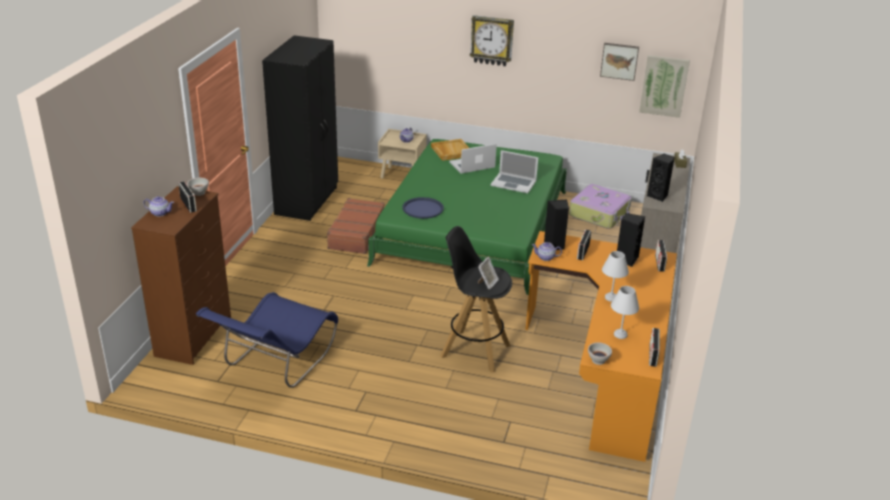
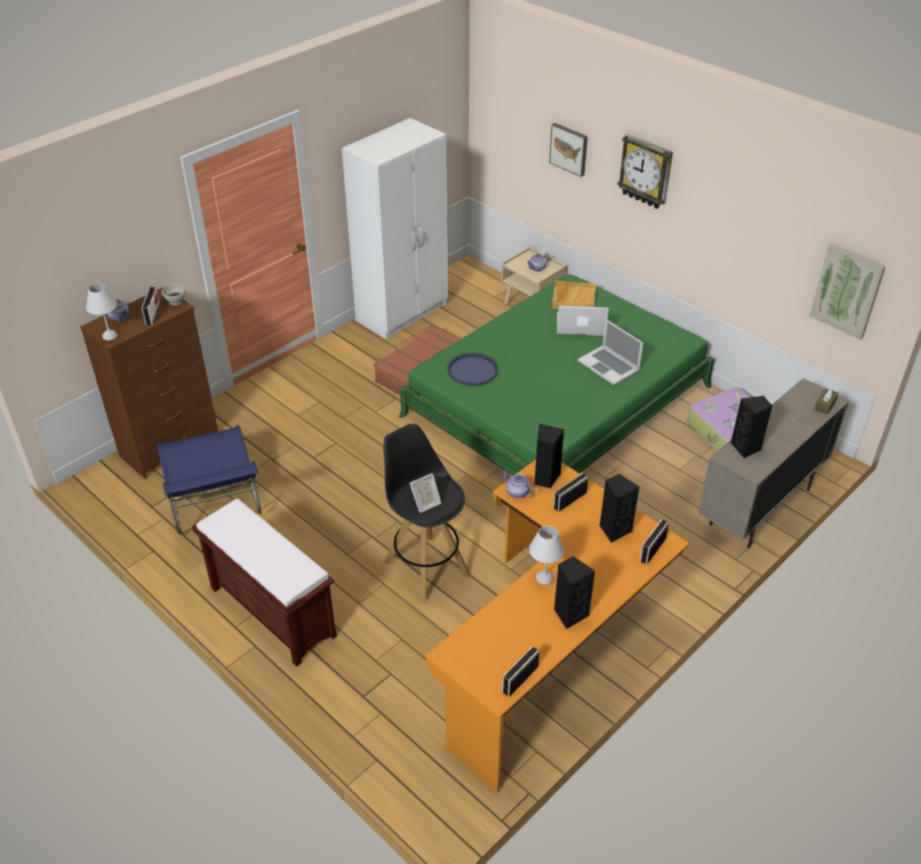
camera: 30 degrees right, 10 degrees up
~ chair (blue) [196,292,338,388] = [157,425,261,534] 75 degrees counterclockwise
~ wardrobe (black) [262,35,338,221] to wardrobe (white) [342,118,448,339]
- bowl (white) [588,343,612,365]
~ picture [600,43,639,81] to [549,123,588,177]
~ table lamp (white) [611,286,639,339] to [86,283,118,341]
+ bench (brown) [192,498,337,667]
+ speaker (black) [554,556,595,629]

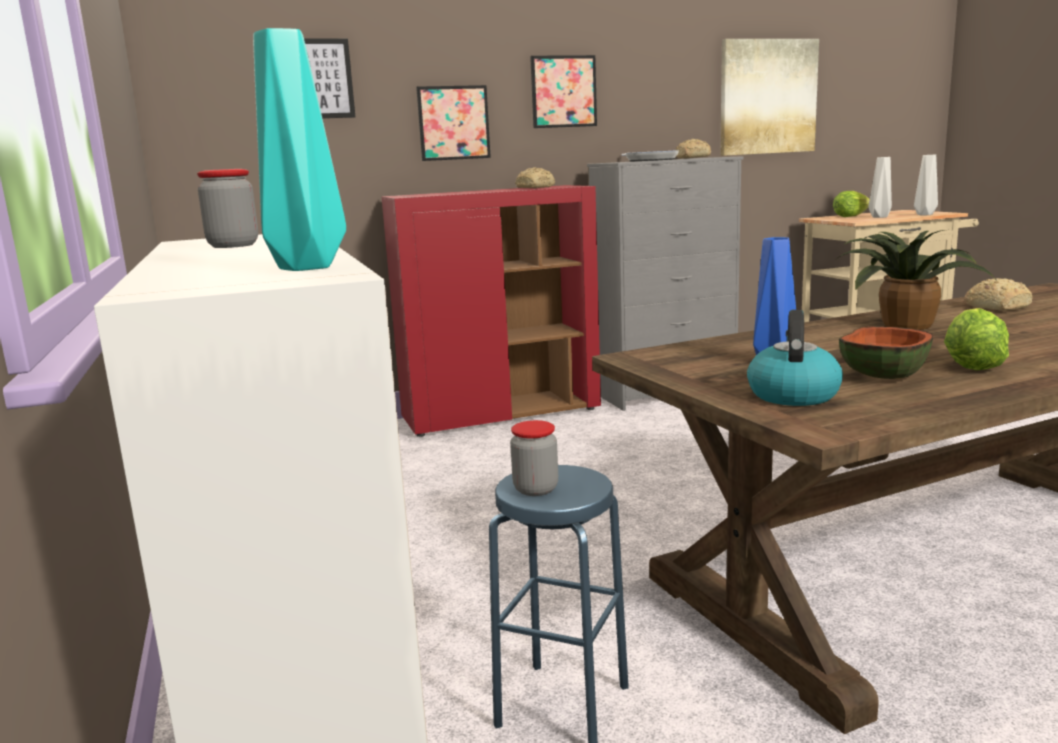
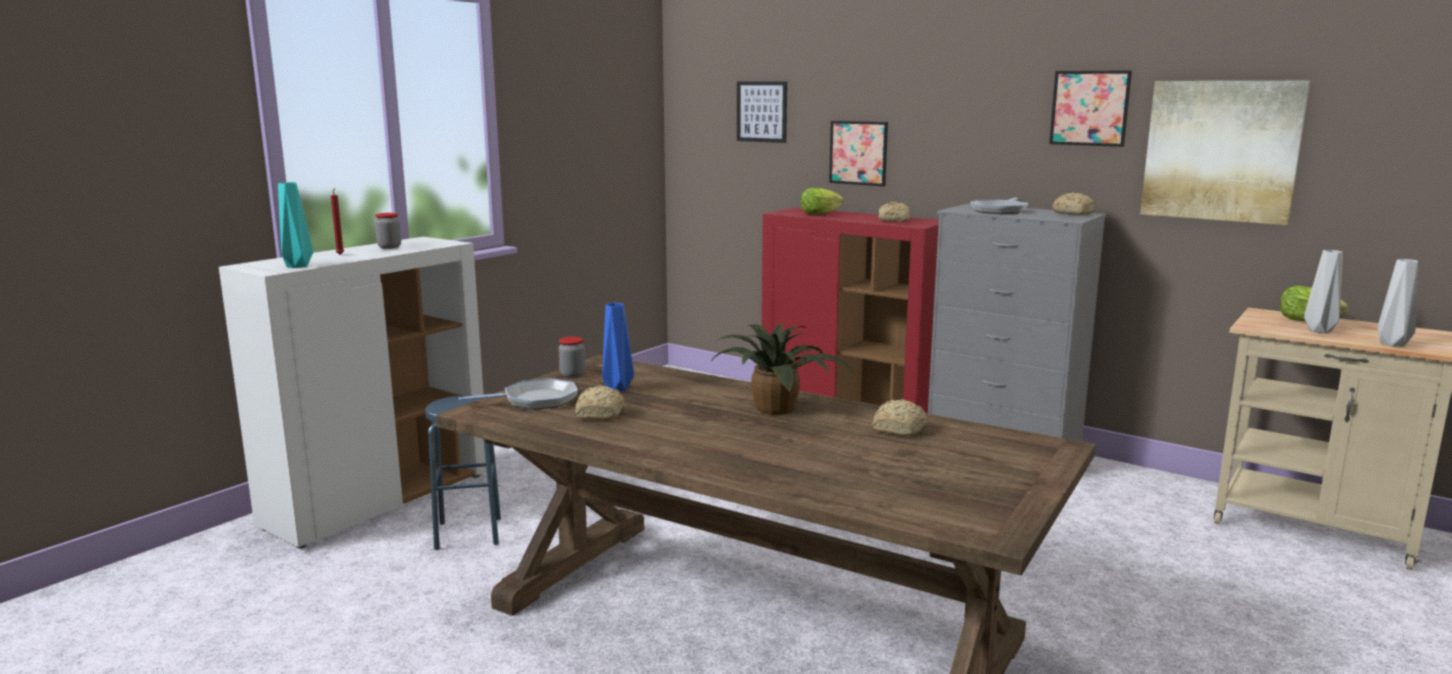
camera: 55 degrees right, 0 degrees up
~ jar [510,420,558,496] to [558,337,586,378]
~ picture [530,55,597,128] to [1049,70,1132,147]
~ kettle [747,310,843,406] to frying pan [459,378,578,410]
~ bowl [839,326,934,379] to bread [575,386,624,420]
~ lettuce [944,308,1009,370] to [801,188,844,215]
+ candle (red) [331,188,344,255]

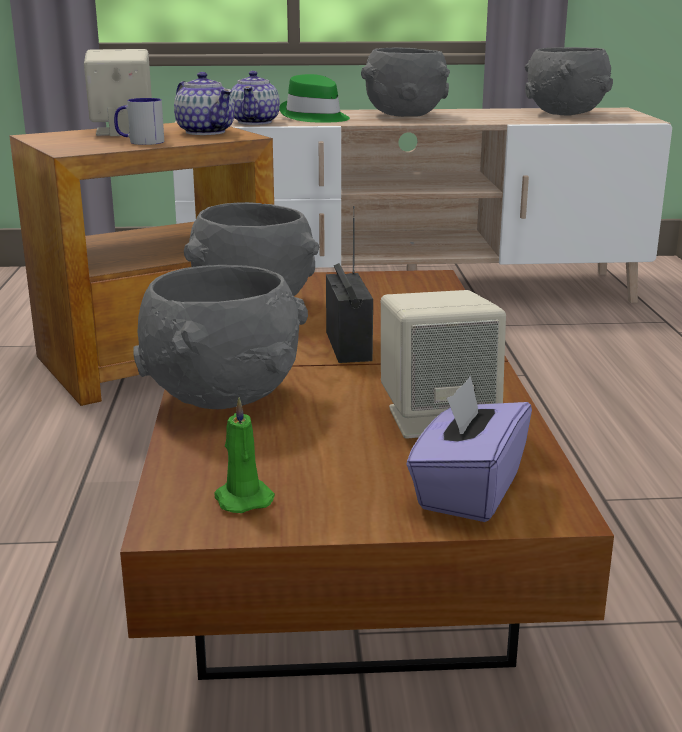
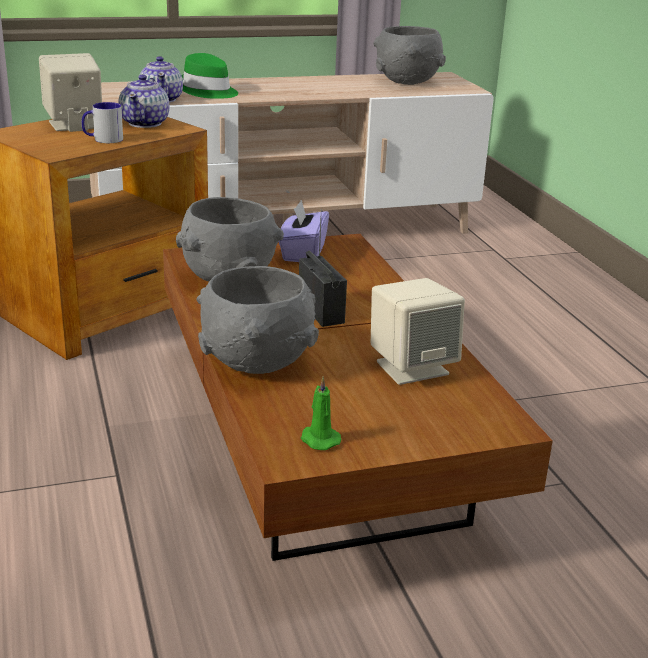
camera: 15 degrees left, 5 degrees up
~ teapot [174,72,235,135] = [118,74,169,128] 60 degrees clockwise
- bowl (grey) [361,48,450,117]
~ tissue box (purple) [407,376,532,522] to [279,200,329,262]

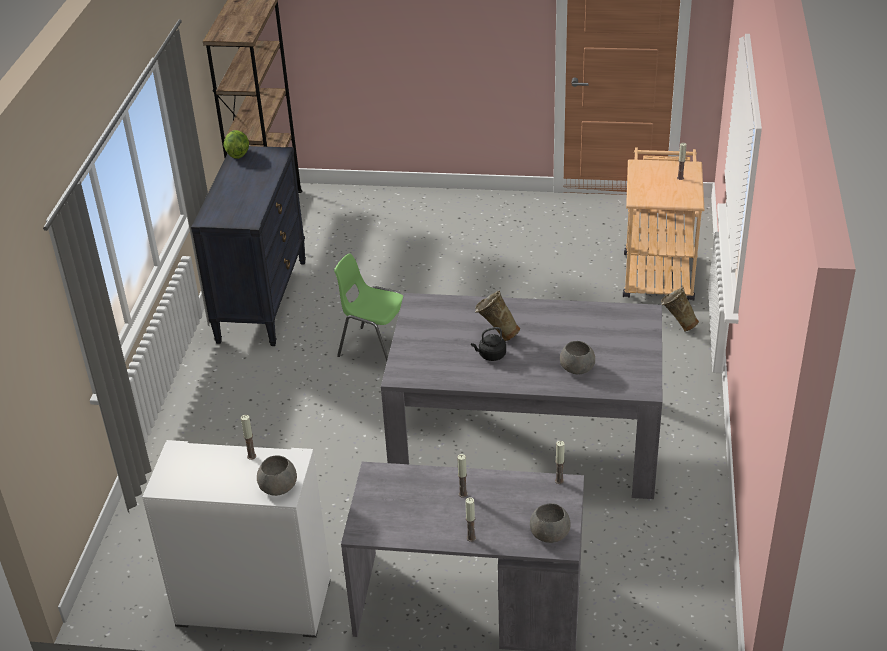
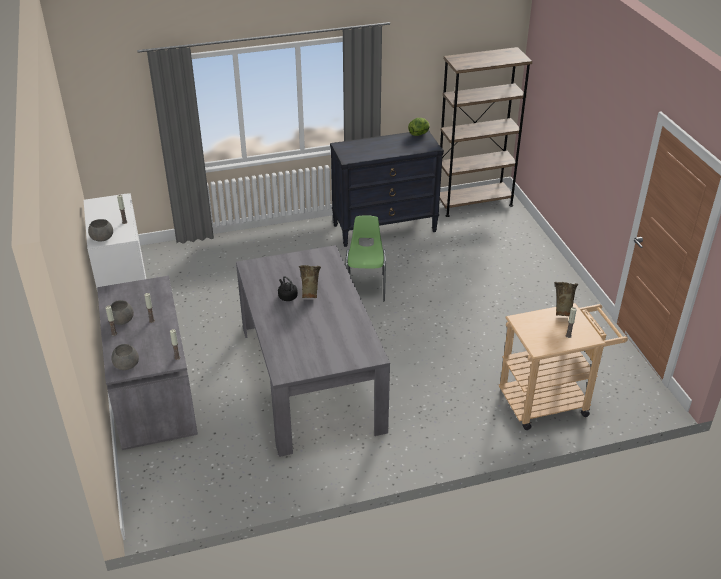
camera: 65 degrees right, 0 degrees up
~ bowl (grey) [560,341,595,375] to [111,300,134,325]
~ vase (beige) [661,287,699,331] to [554,282,578,316]

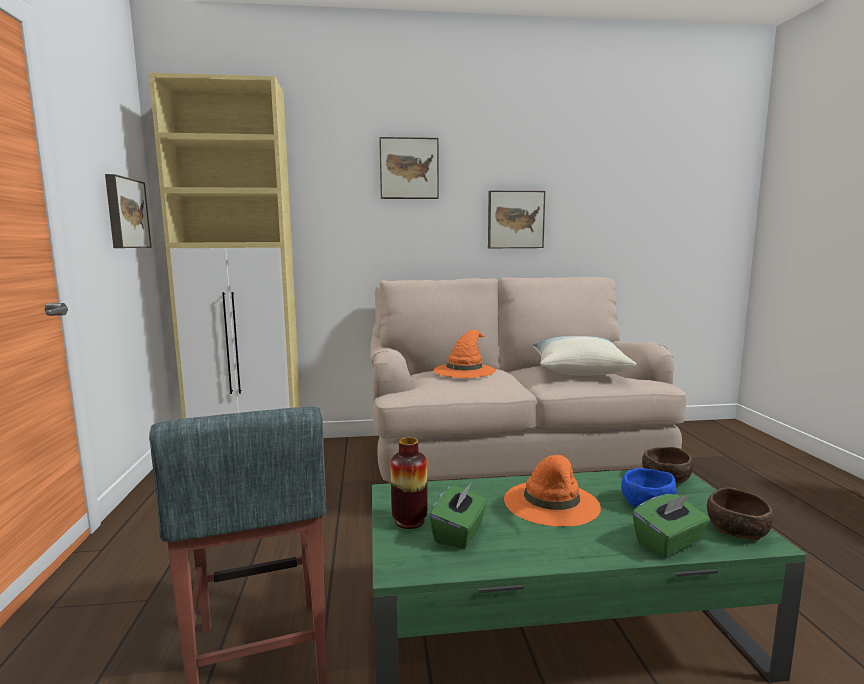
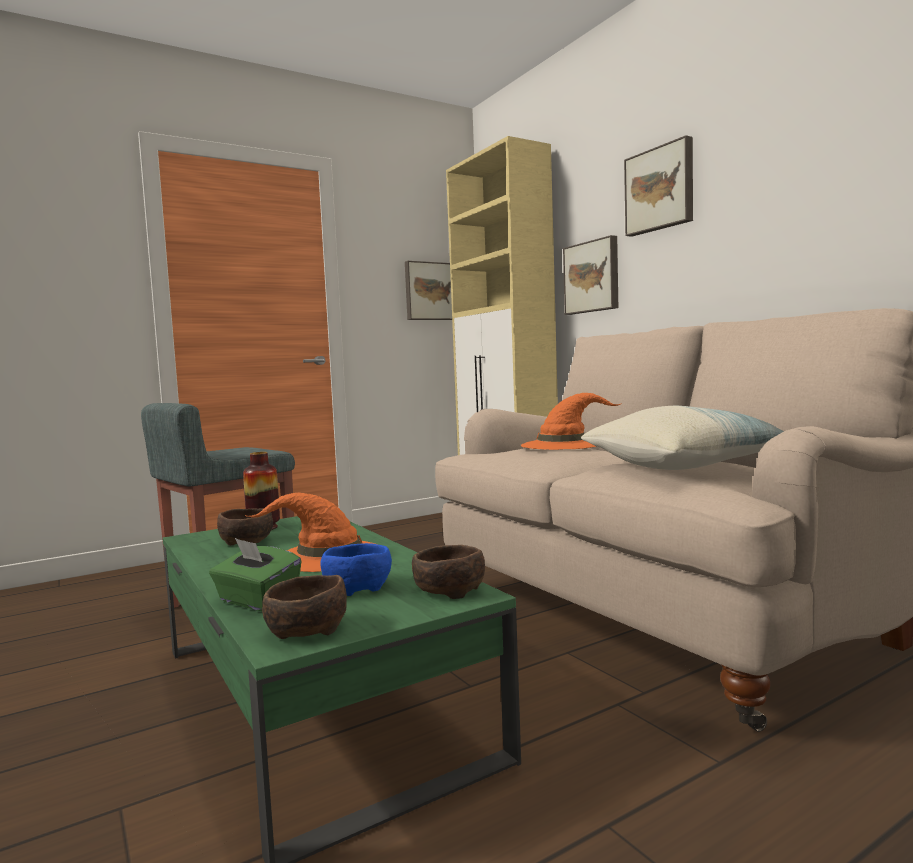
camera: 65 degrees right, 5 degrees down
~ tissue box (green) [429,482,488,549] to bowl (brown) [217,508,273,546]
~ picture [488,191,545,248] to [563,235,618,315]

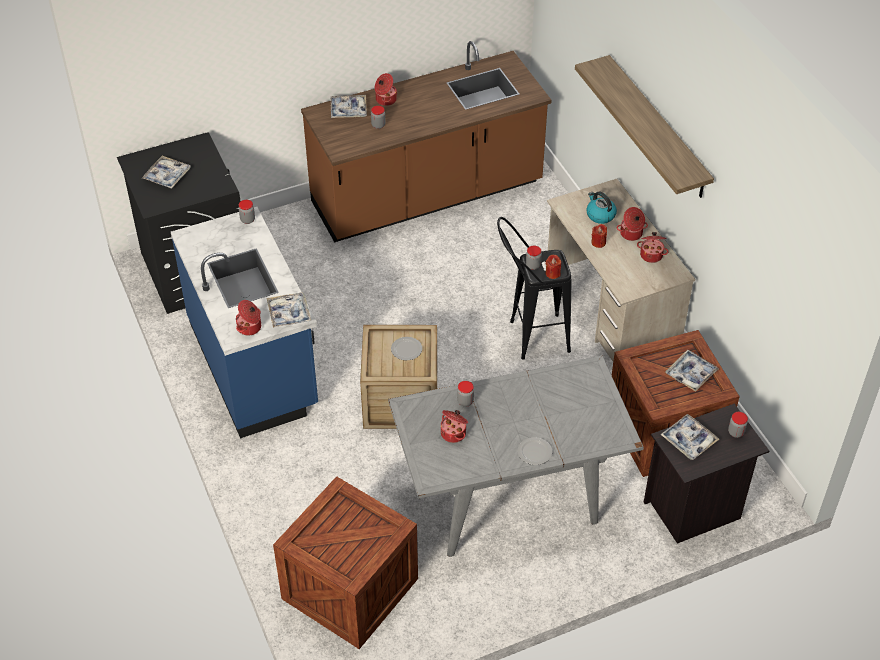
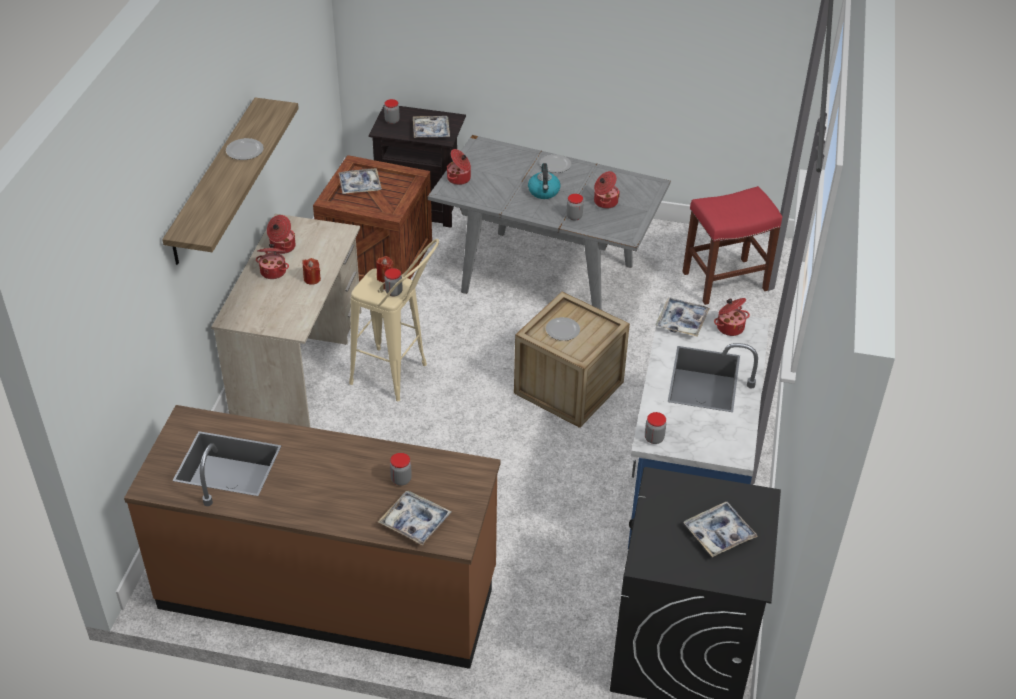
camera: 145 degrees left, 5 degrees down
~ crate [273,476,418,649] to stool (red) [682,186,783,305]
~ cooking pot [375,73,397,106] to [447,149,471,185]
~ stool (black) [497,217,572,360] to stool (beige) [349,239,439,401]
~ kettle [587,191,617,224] to [528,163,560,199]
+ plate [226,138,264,160]

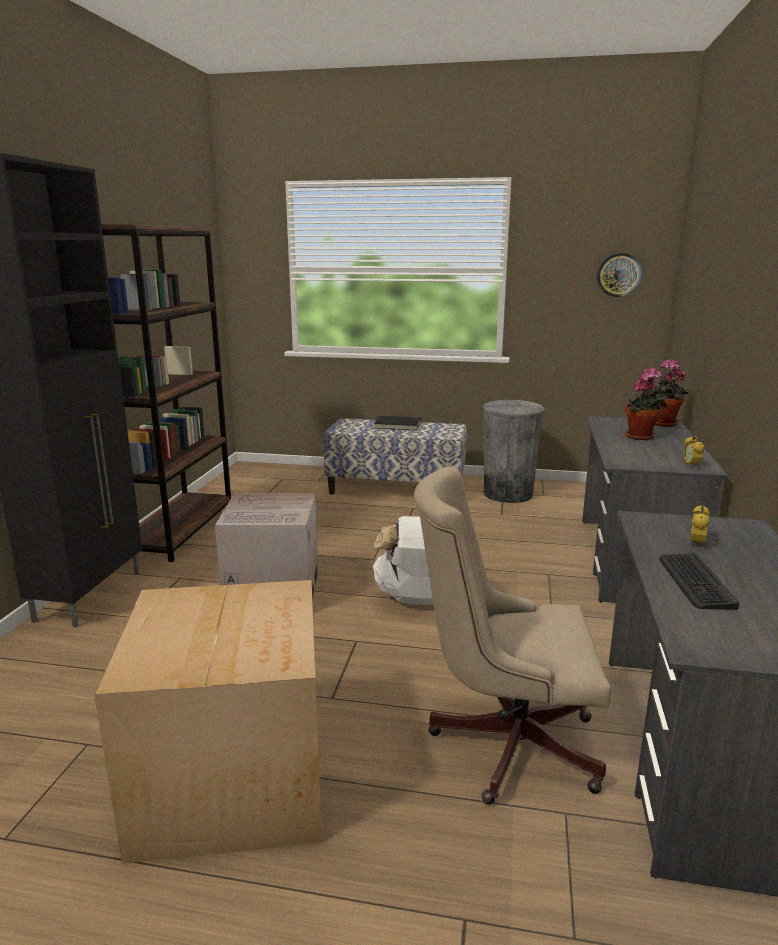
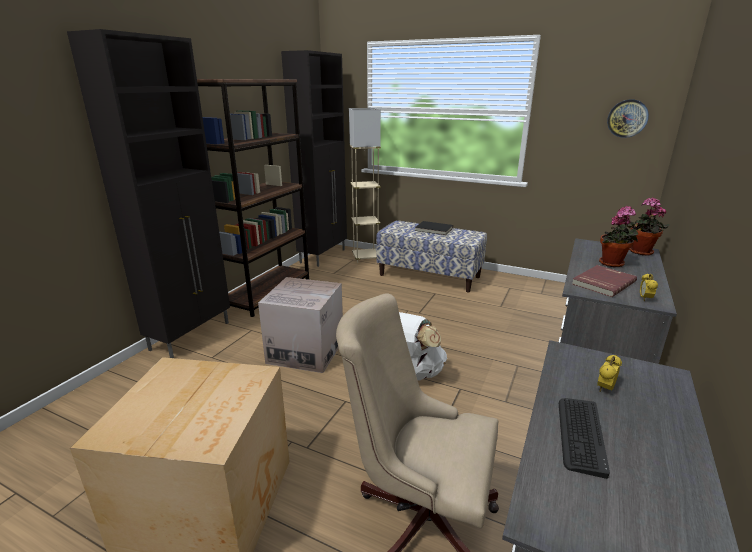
camera: 15 degrees right, 5 degrees up
- trash can (grey) [482,400,544,503]
+ cabinet (black) [281,50,347,267]
+ floor lamp (beige) [349,108,381,263]
+ book (red) [572,265,637,297]

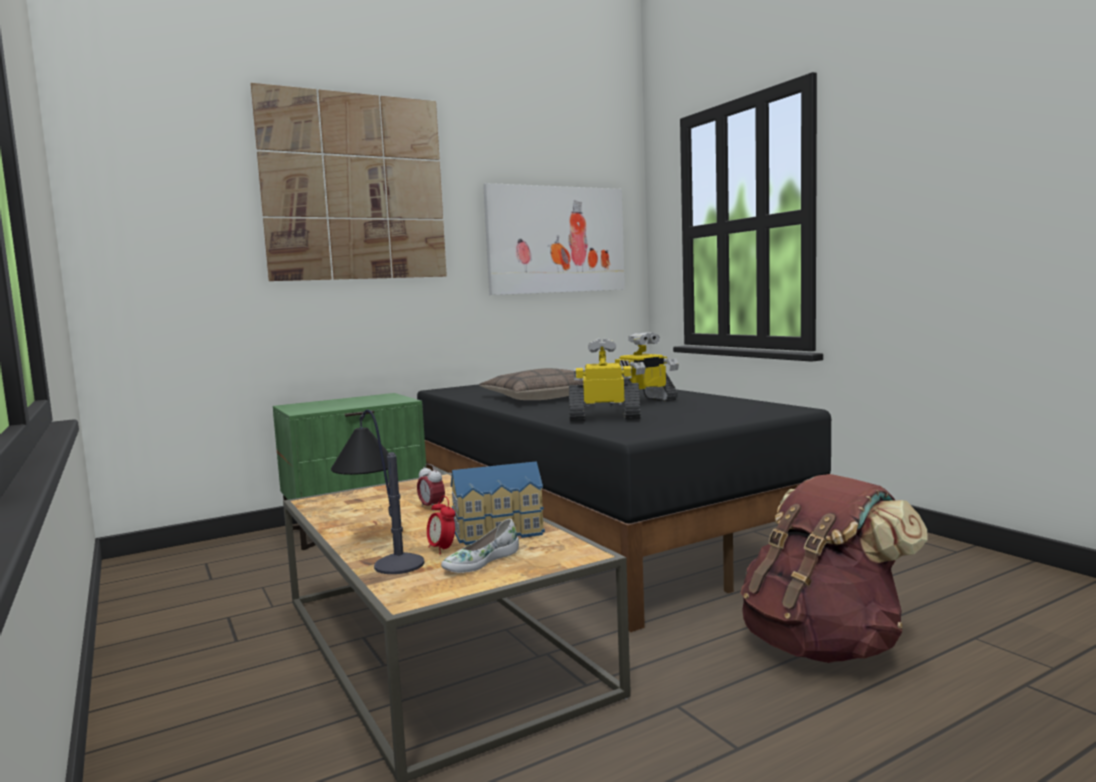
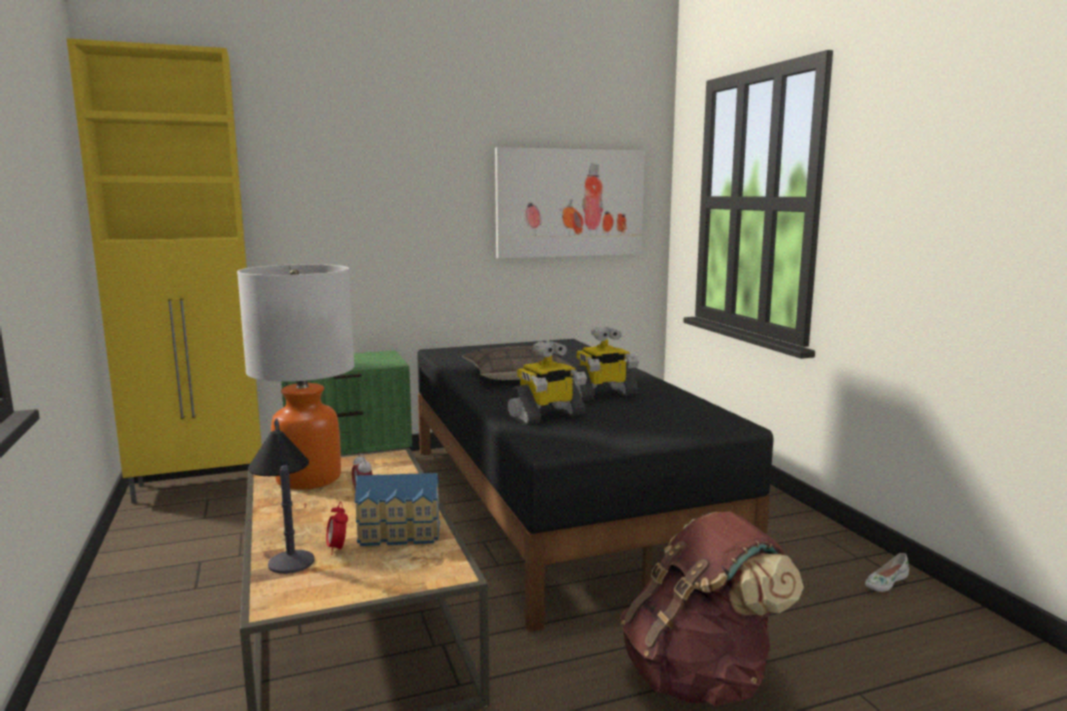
camera: 10 degrees right, 5 degrees up
- picture [251,83,447,281]
~ shoe (white) [441,519,519,573] to [865,553,909,592]
~ toy robot [569,338,640,422] = [506,340,587,425] 135 degrees clockwise
+ cabinet (yellow) [67,38,262,504]
+ table lamp [237,264,354,490]

